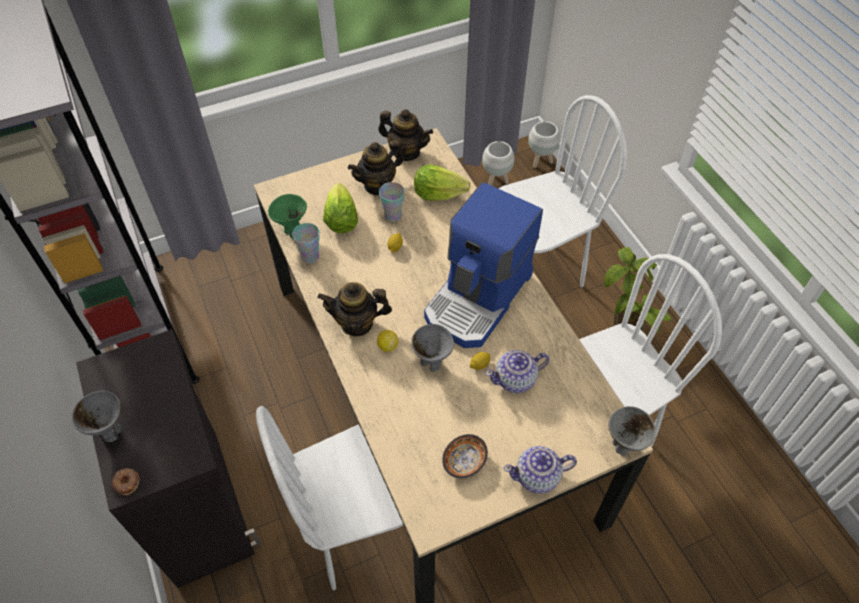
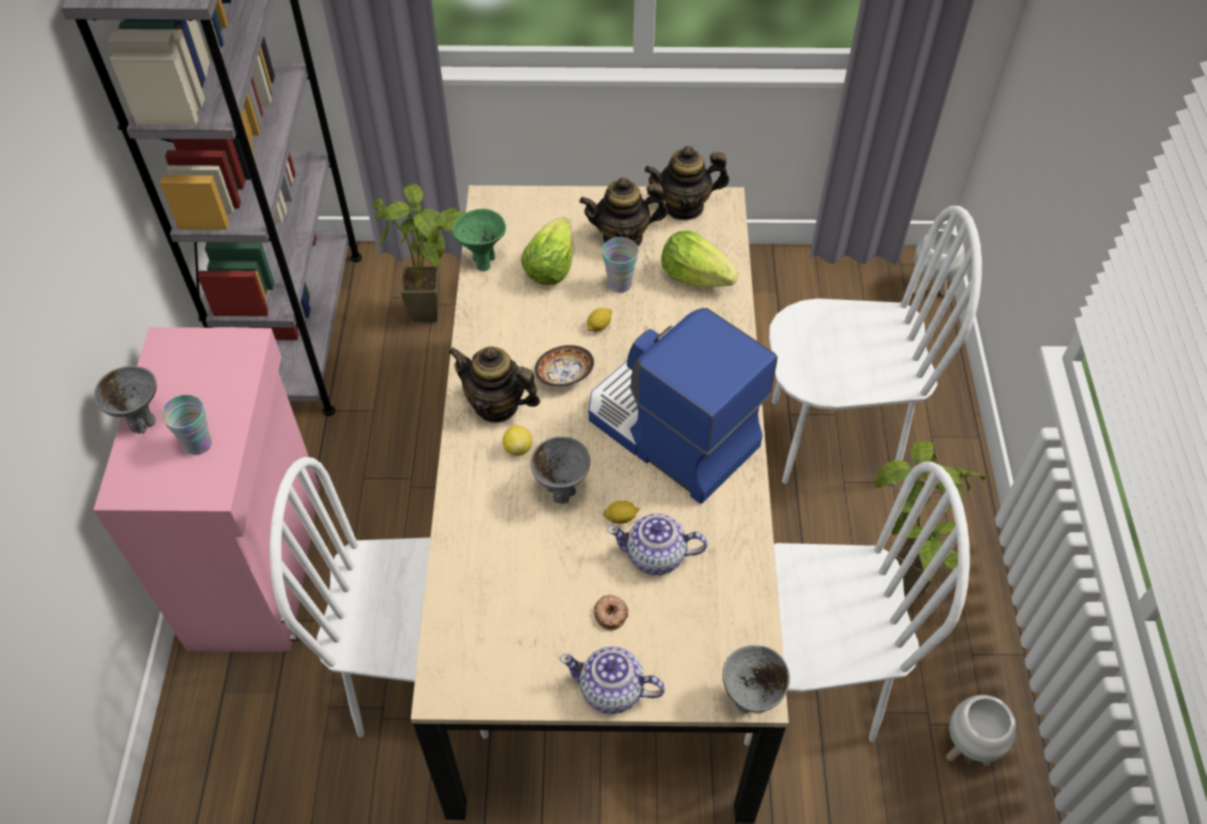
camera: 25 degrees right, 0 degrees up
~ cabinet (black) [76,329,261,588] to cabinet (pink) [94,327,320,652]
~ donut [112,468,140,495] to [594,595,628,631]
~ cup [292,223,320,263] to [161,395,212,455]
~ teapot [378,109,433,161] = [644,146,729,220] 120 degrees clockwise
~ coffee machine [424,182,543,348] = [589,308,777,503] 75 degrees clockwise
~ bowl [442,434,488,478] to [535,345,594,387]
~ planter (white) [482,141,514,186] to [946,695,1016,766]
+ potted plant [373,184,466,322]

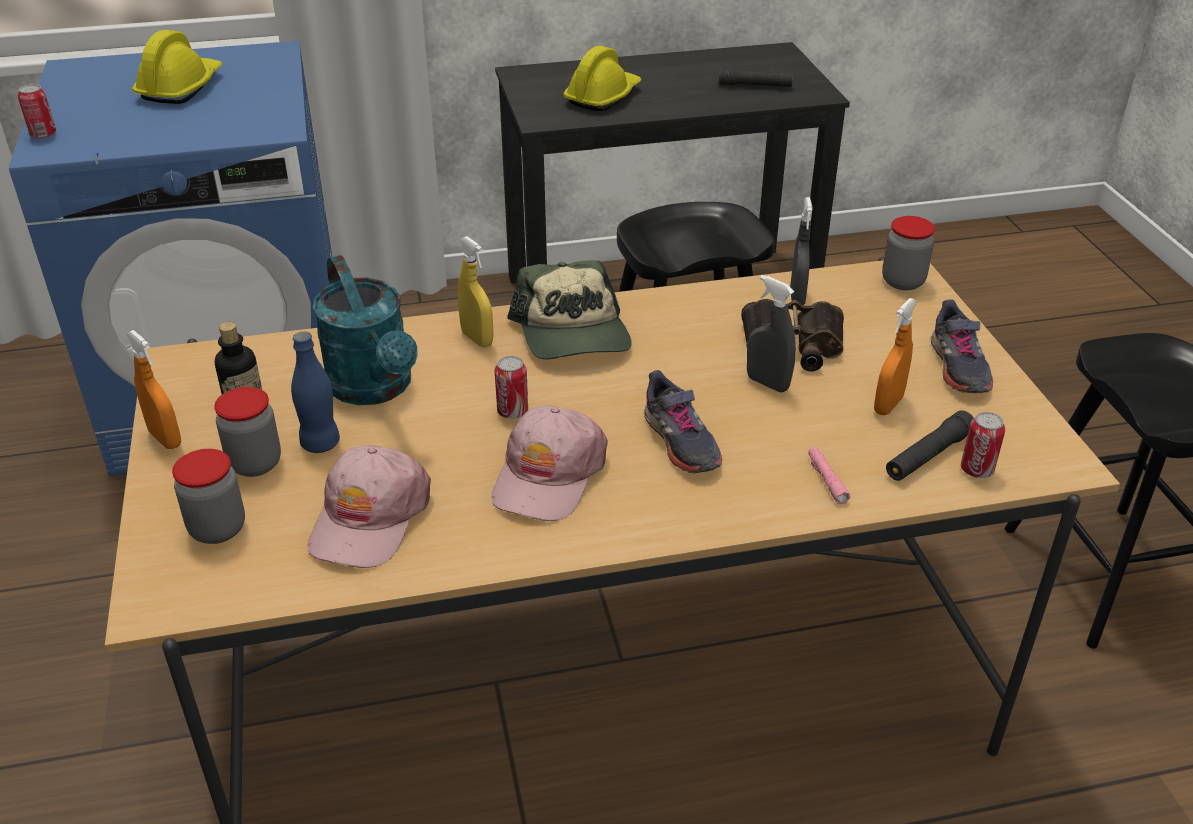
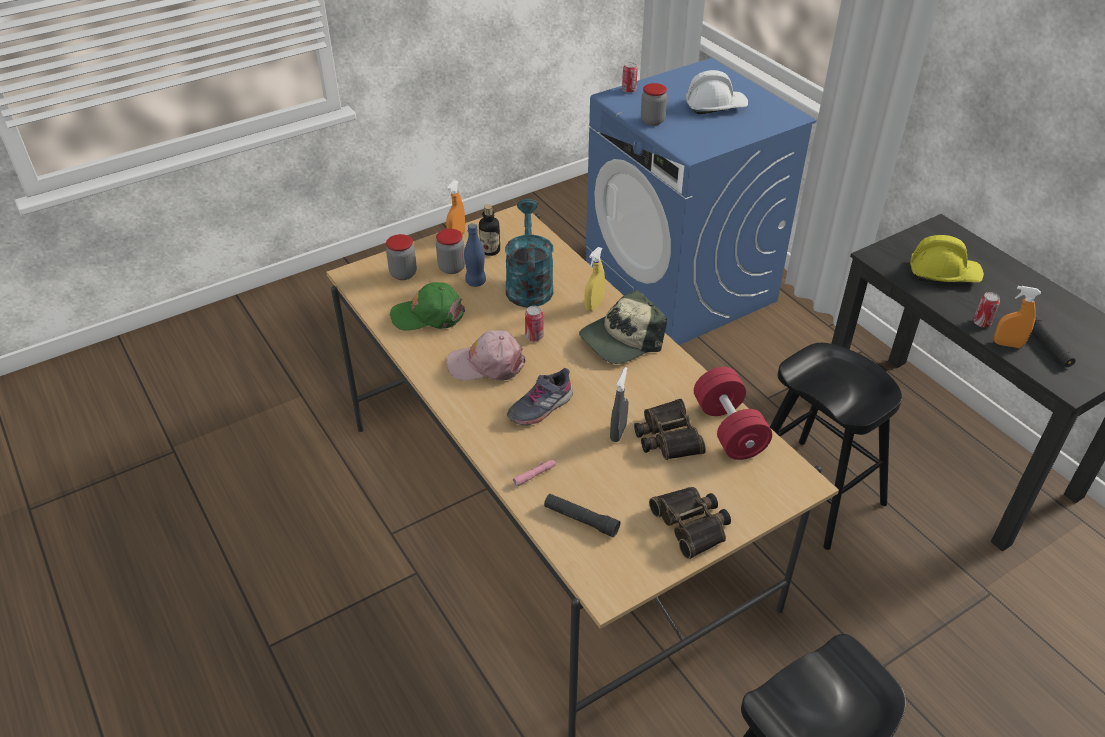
camera: 70 degrees right, 5 degrees up
~ hard hat (yellow) [132,30,222,104] to hard hat (white) [686,70,748,114]
~ cap (pink) [307,445,431,568] to cap (green) [390,282,465,331]
~ watering can (turquoise) [313,255,417,405] = [505,199,554,308] 135 degrees clockwise
~ spray bottle (grey) [790,197,813,305] to dumbbell (red) [694,367,772,460]
~ spray bottle (orange) [874,298,917,415] to [994,286,1041,348]
~ jar [882,216,935,290] to [641,83,667,126]
~ shoe (grey) [931,299,993,393] to binoculars [649,487,731,559]
~ can [961,412,1005,478] to [973,292,1000,327]

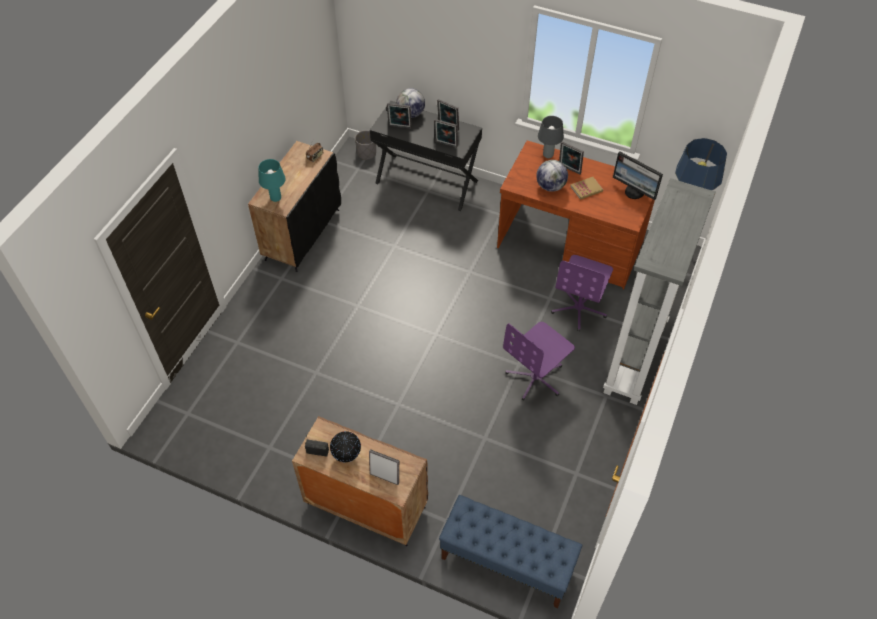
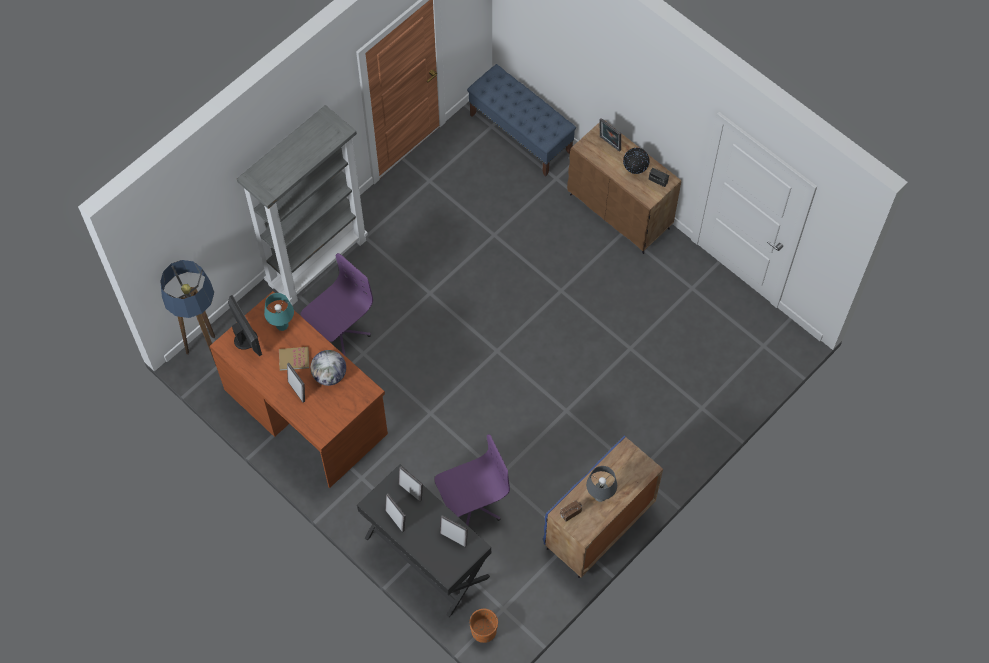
camera: 160 degrees left, 10 degrees up
~ cabinet (black) [248,141,341,272] to cabinet (blue) [543,436,663,578]
~ table lamp (turquoise) [259,159,286,202] to [264,293,294,331]
~ planter (grey) [355,130,376,160] to planter (orange) [469,609,498,643]
- globe [396,88,425,118]
~ office chair (purple) [503,322,575,401] to [435,434,510,525]
~ table lamp (grey) [538,116,564,158] to [586,466,617,502]

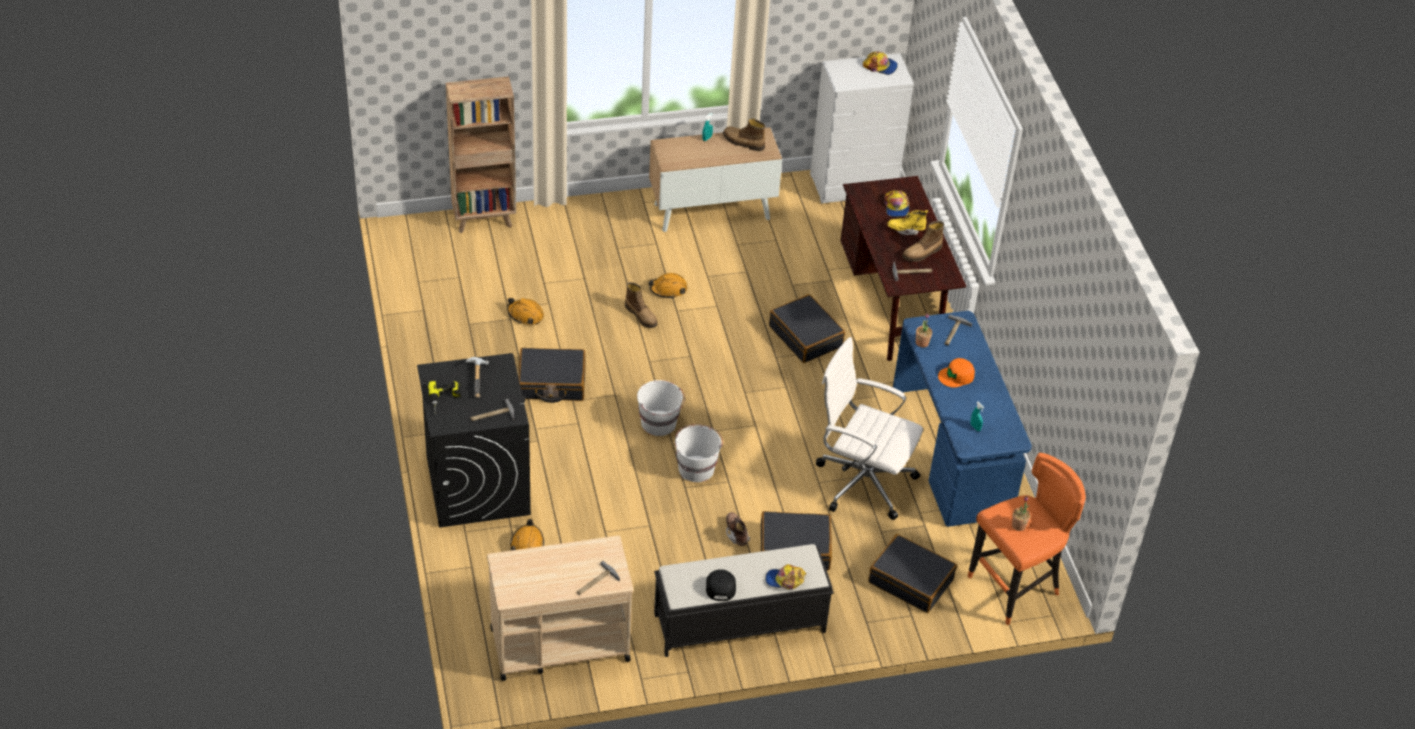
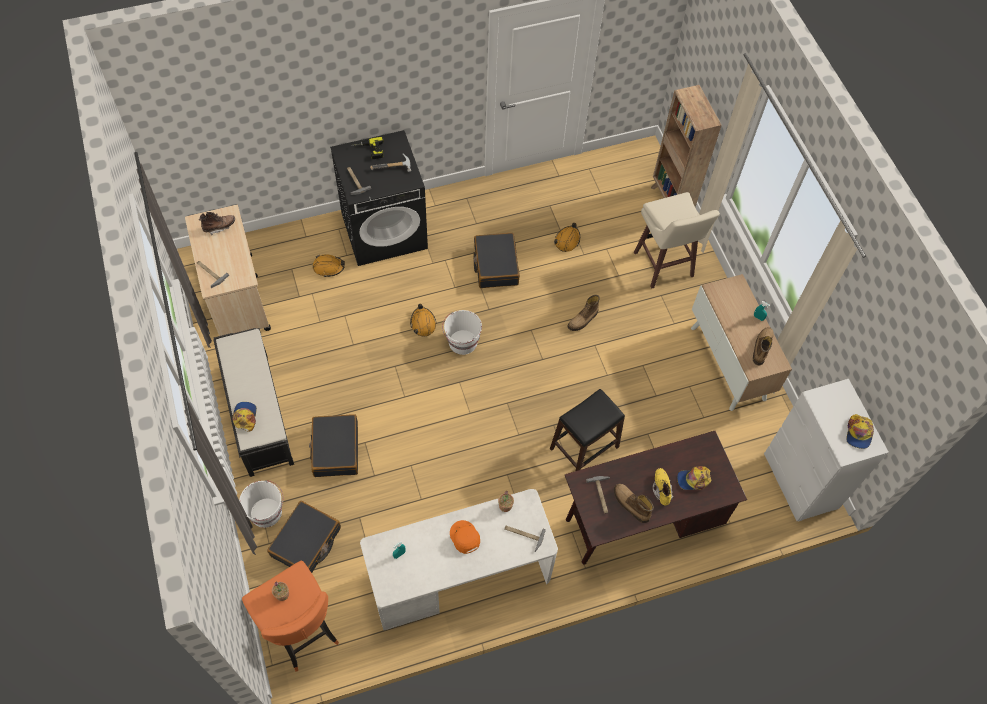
camera: 85 degrees right, 15 degrees up
~ hard hat (orange) [648,273,687,299] to [410,304,437,337]
~ bucket (white) [675,424,723,482] to [239,480,283,528]
- cap (black) [706,569,736,601]
~ boot (brown) [726,512,750,546] to [199,212,235,235]
~ suitcase (black) [769,294,845,363] to stool (black) [550,389,625,471]
- office chair (white) [816,337,923,520]
~ desk (blue) [892,311,1032,527] to desk (white) [360,489,558,631]
+ stool (beige) [634,192,720,288]

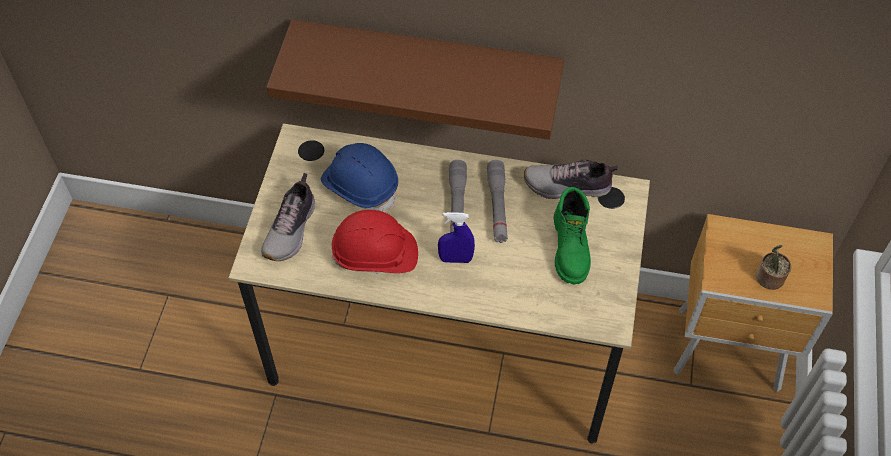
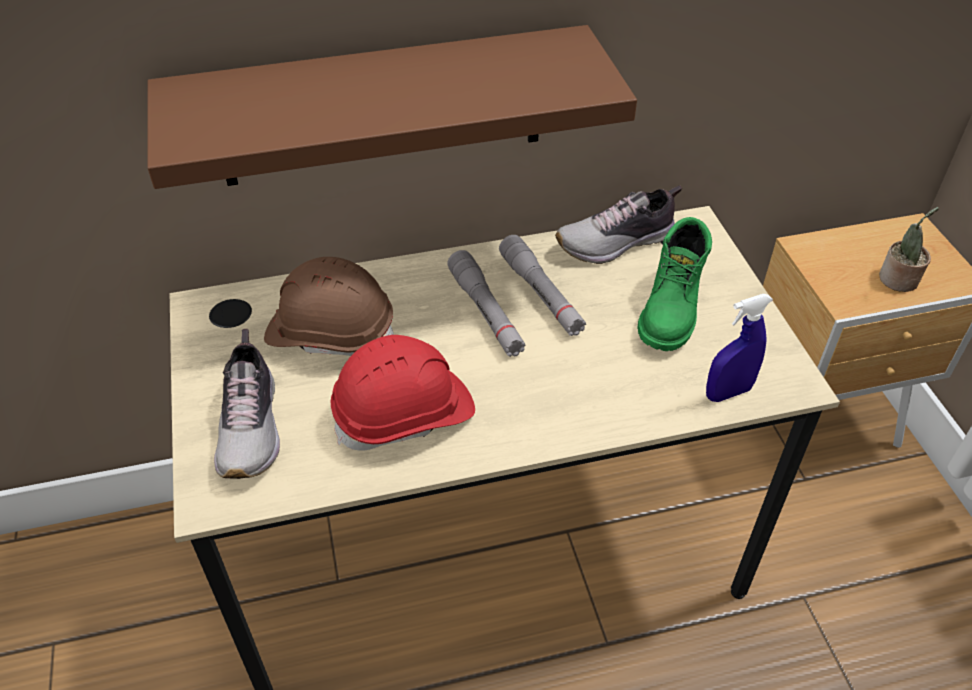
camera: 25 degrees left, 10 degrees down
~ hard hat (blue) [321,143,398,212] to hard hat (brown) [264,257,394,356]
~ spray bottle (blue) [438,212,475,263] to [706,294,773,402]
~ boot (green) [553,187,591,284] = [637,217,712,351] 45 degrees clockwise

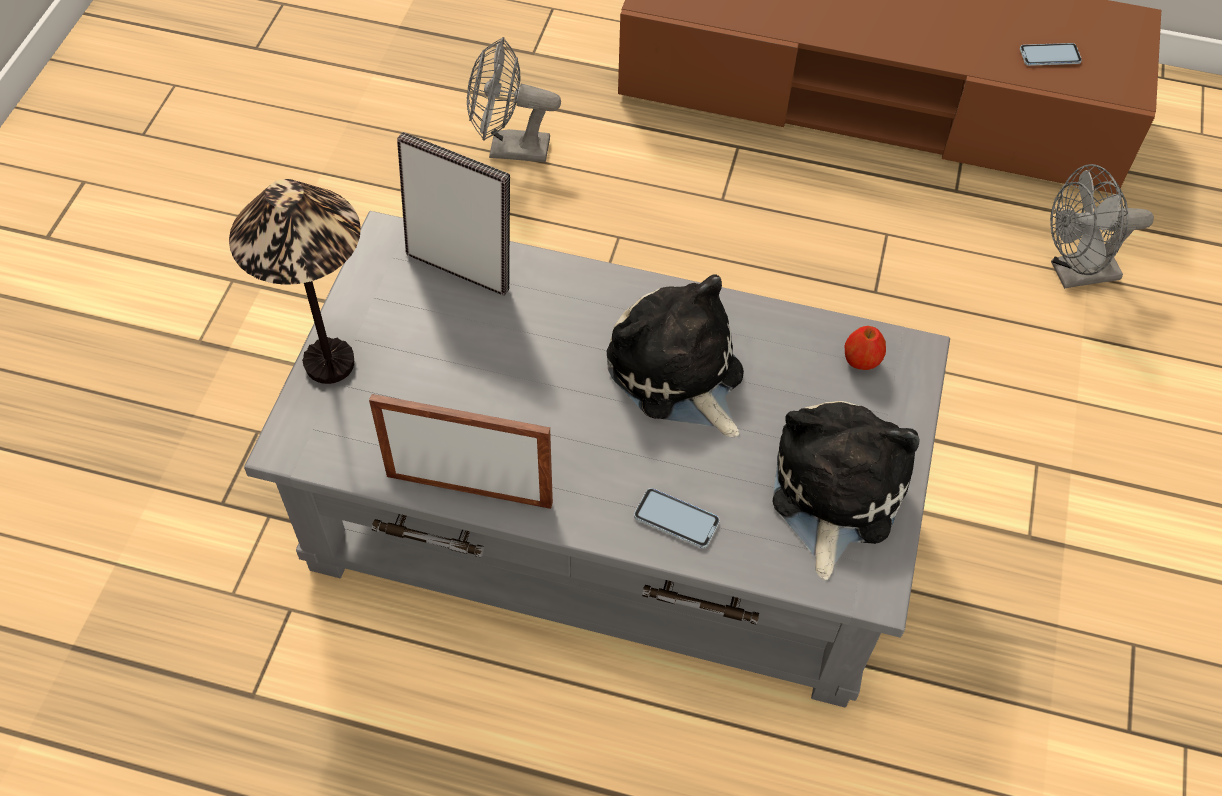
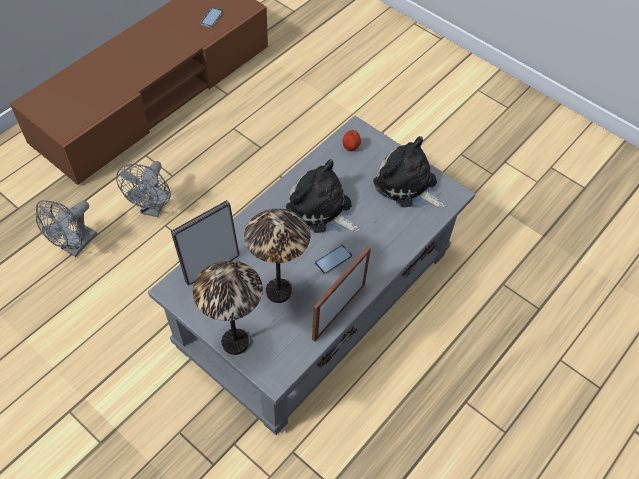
camera: 65 degrees left, 0 degrees up
~ plush toy [607,274,744,437] = [286,159,359,233] 45 degrees clockwise
~ phone [634,488,720,548] to [315,245,353,275]
~ fan (grey) [1050,164,1154,289] to [116,161,170,217]
+ table lamp [244,209,310,303]

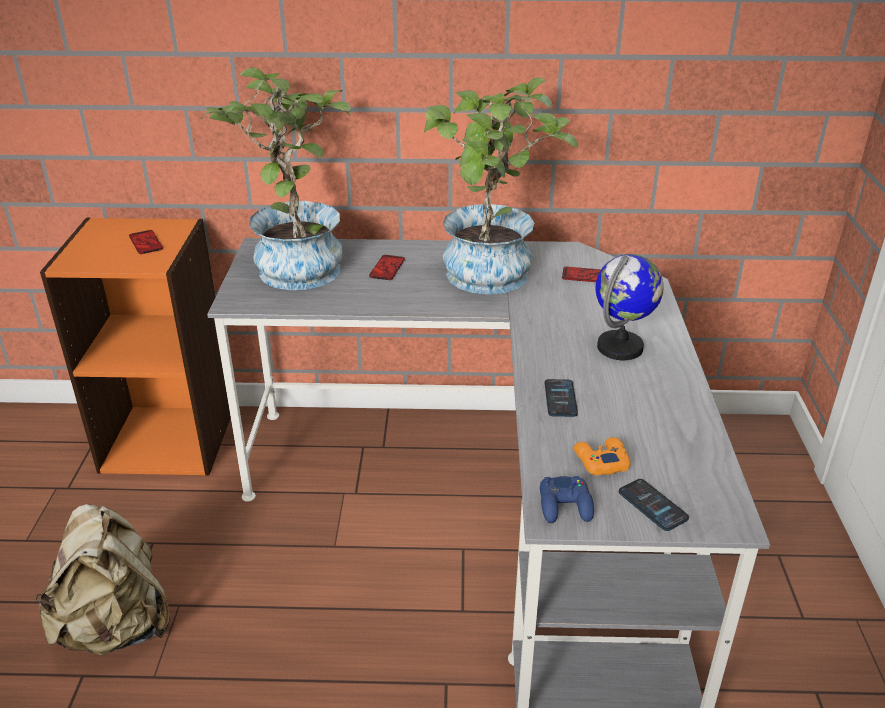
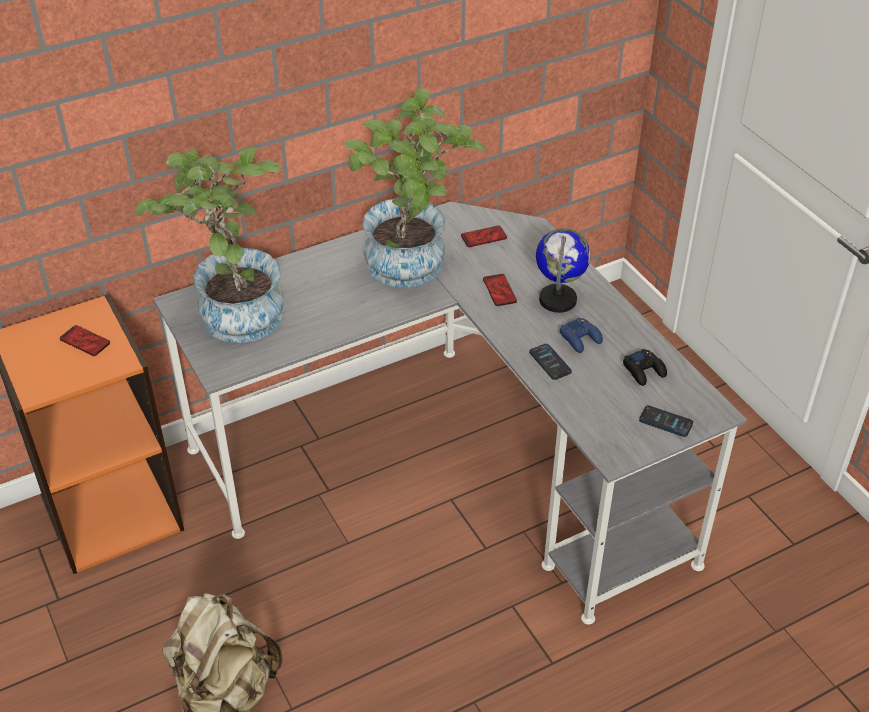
camera: 30 degrees left, 10 degrees up
~ phone [369,255,405,280] to [483,274,517,306]
~ game controller (blue) [540,476,594,523] to [560,317,603,353]
- game controller (orange) [574,437,631,476]
+ game controller (black) [623,349,667,386]

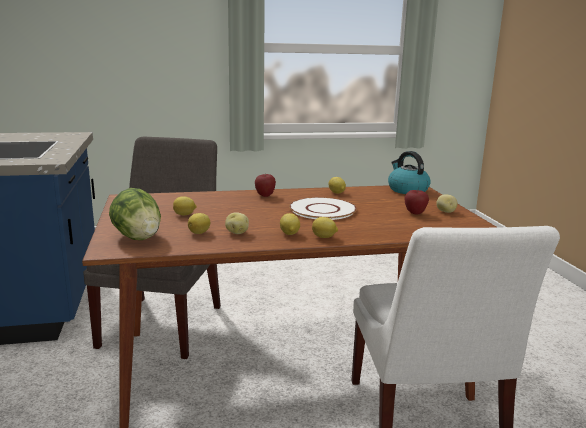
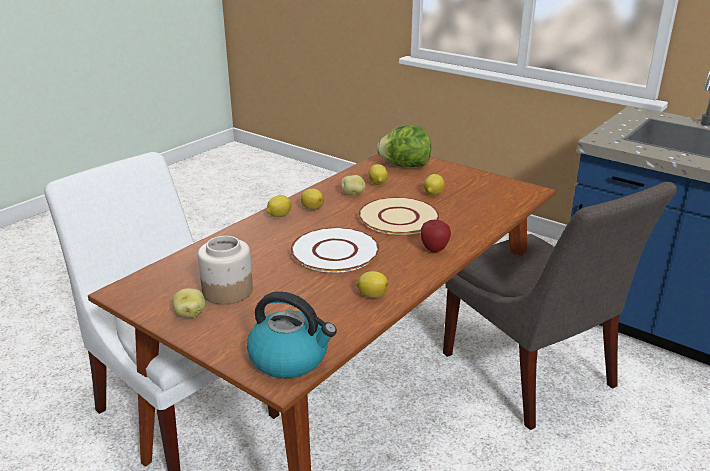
camera: 140 degrees right, 10 degrees up
~ apple [404,190,429,214] to jar [198,236,253,305]
+ plate (beige) [358,197,440,235]

